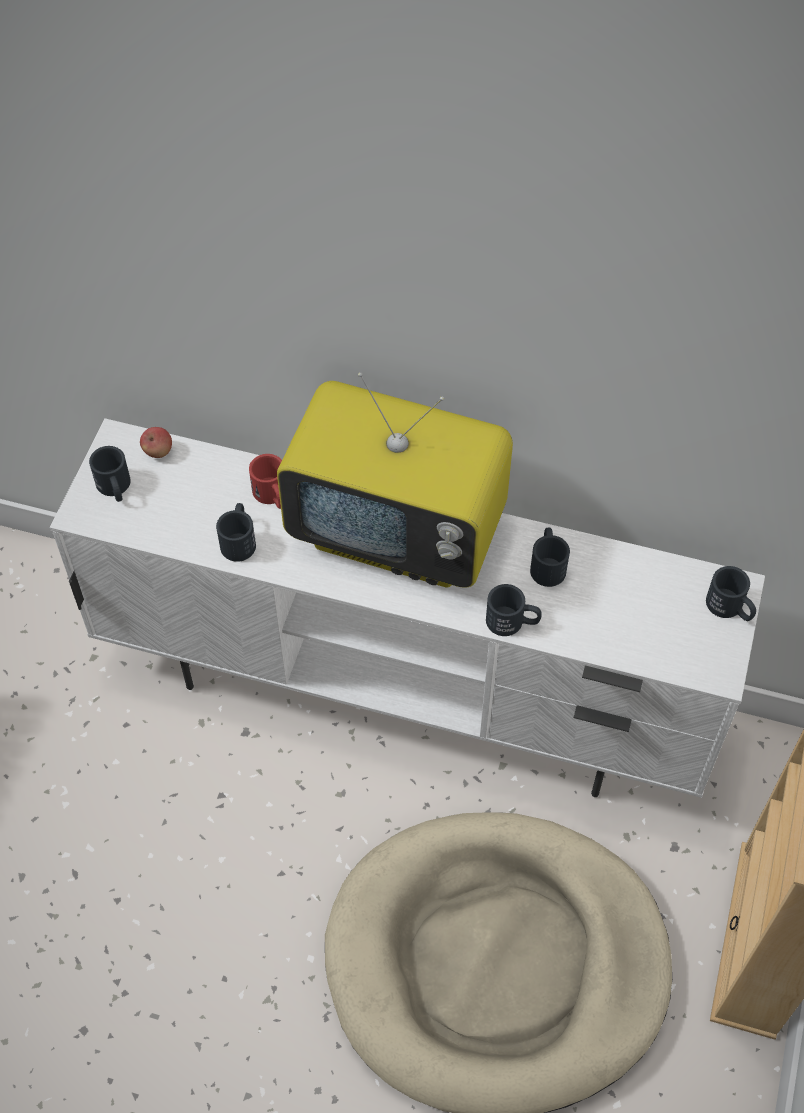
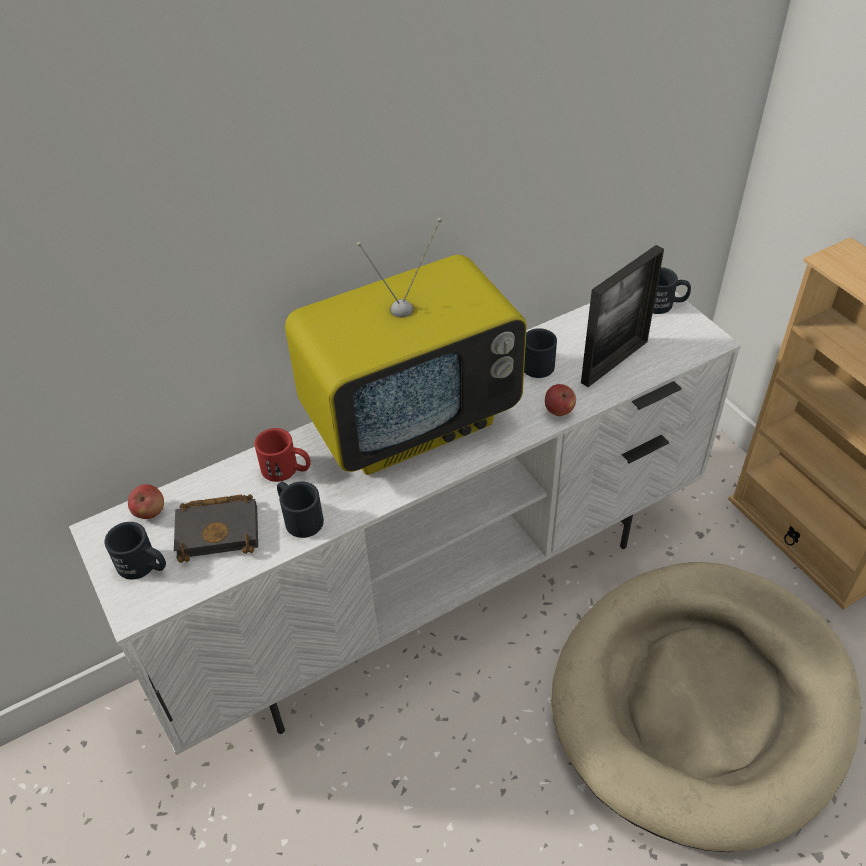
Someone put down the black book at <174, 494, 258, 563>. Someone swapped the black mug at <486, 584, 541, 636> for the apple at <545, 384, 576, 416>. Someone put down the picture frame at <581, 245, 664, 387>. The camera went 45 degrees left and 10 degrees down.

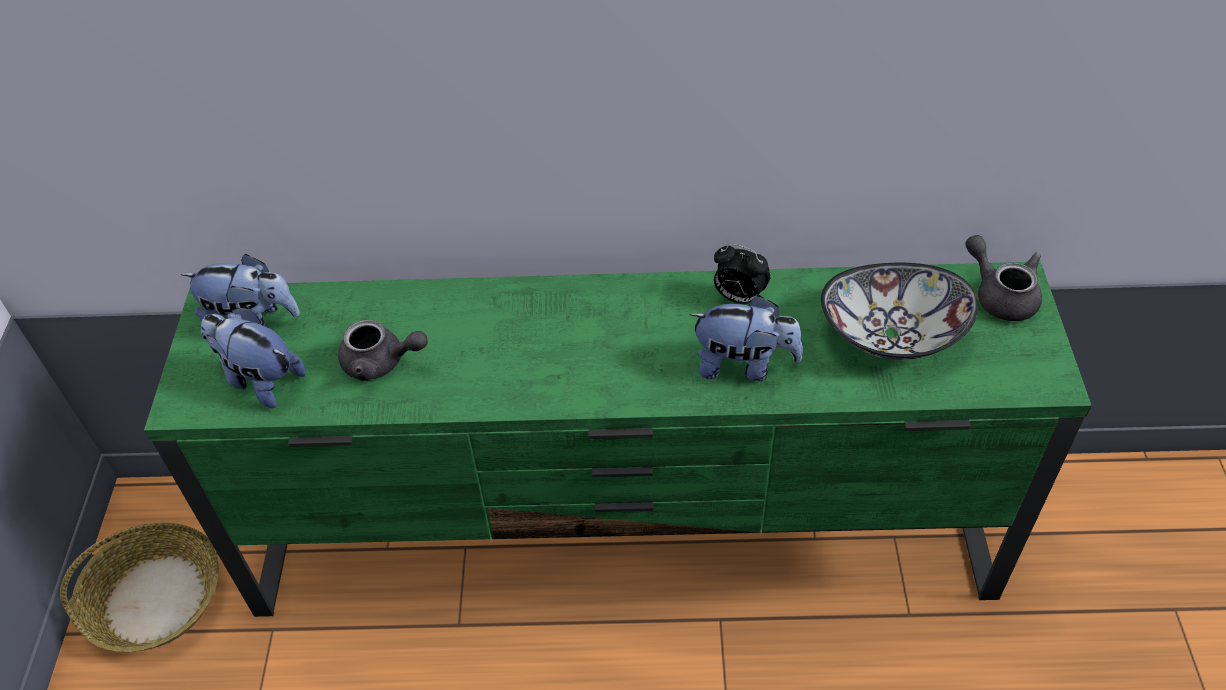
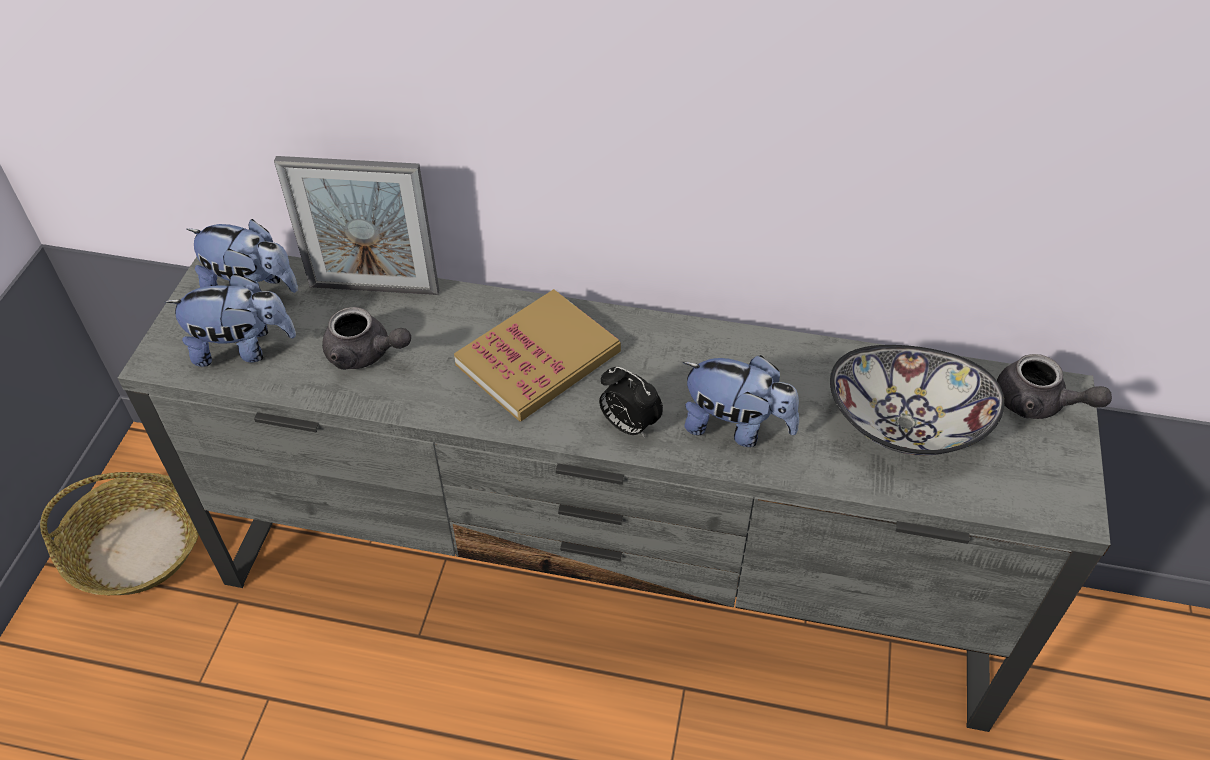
Someone repainted the green tv stand at <144, 261, 1092, 617>, which became the grey tv stand at <118, 256, 1111, 732>. Someone rotated the plush toy at <201, 307, 306, 408> by 135 degrees clockwise. Someone put down the picture frame at <274, 156, 439, 295>. Someone put down the book at <454, 289, 621, 422>. Someone carried the alarm clock from <714, 244, 771, 304> to <599, 367, 663, 438>. Someone rotated the grey teapot at <965, 235, 1042, 321> by 150 degrees clockwise. The camera went 10 degrees right and 0 degrees up.

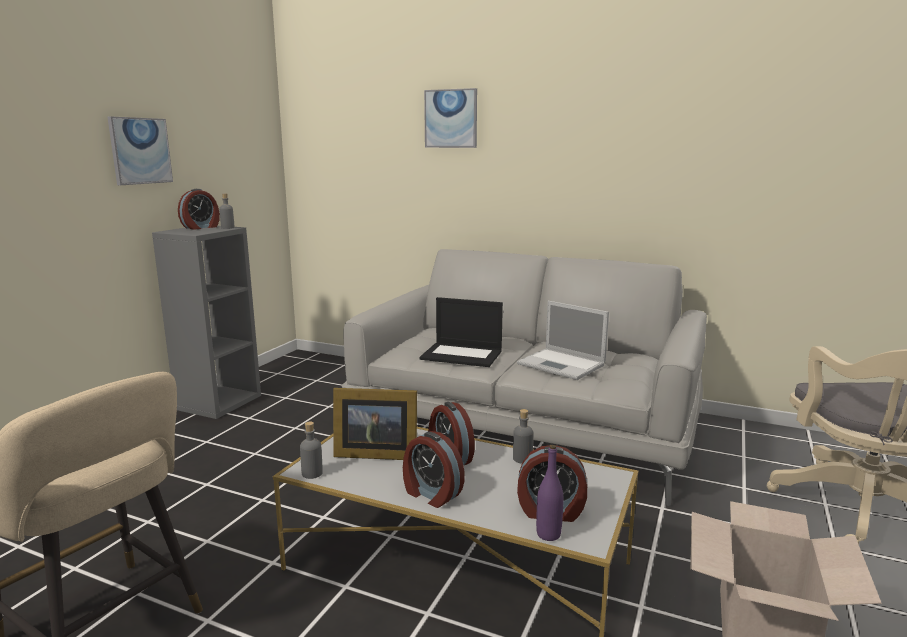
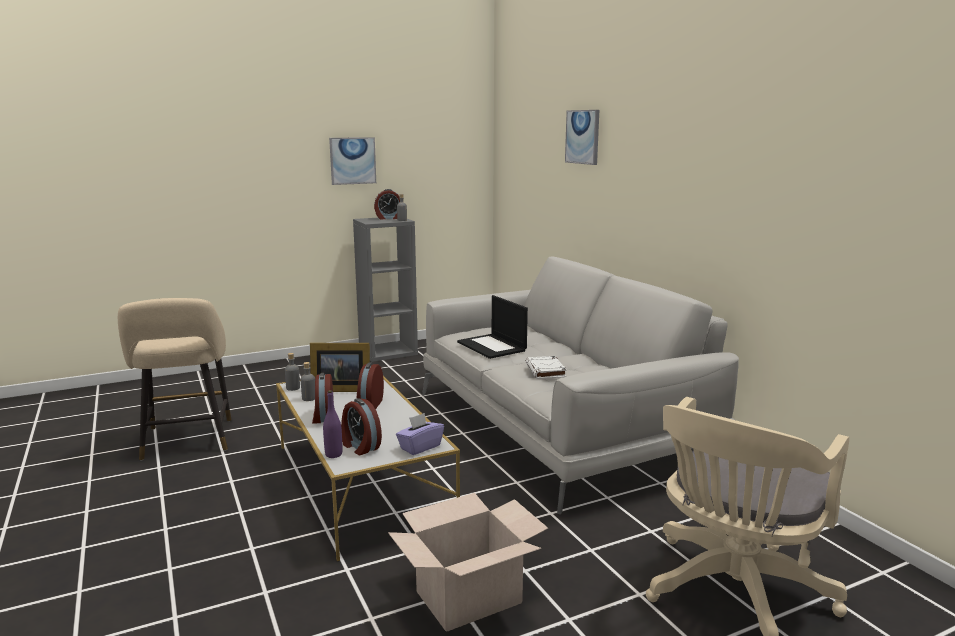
Someone carried the grey bottle from <513, 409, 533, 464> to <300, 362, 315, 401>. Someone rotated the picture frame at <333, 388, 417, 460> by 45 degrees counterclockwise. Someone put down the purple tissue box at <396, 413, 444, 455>. Someone swapped the laptop at <517, 301, 609, 380> for the white book at <526, 356, 567, 379>. The camera went 40 degrees right and 0 degrees up.

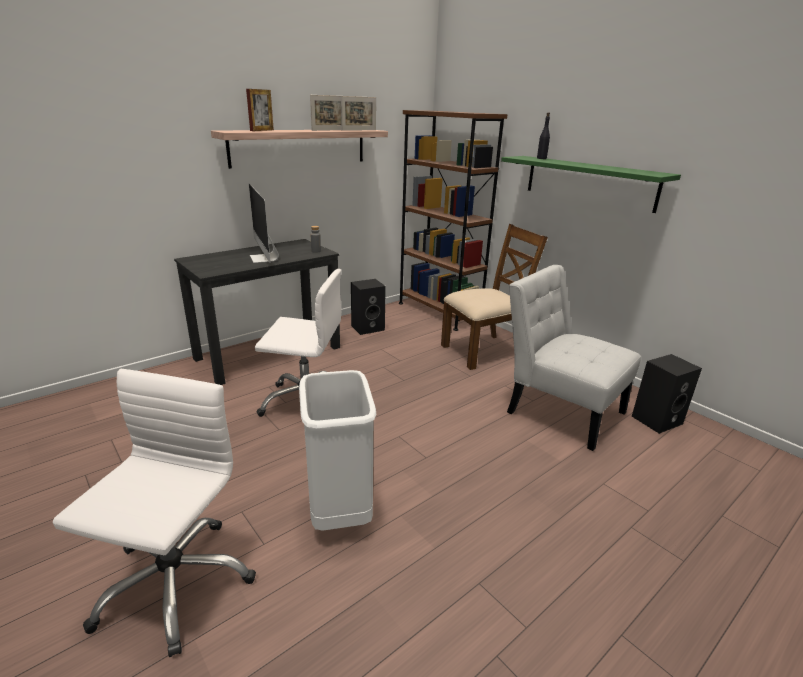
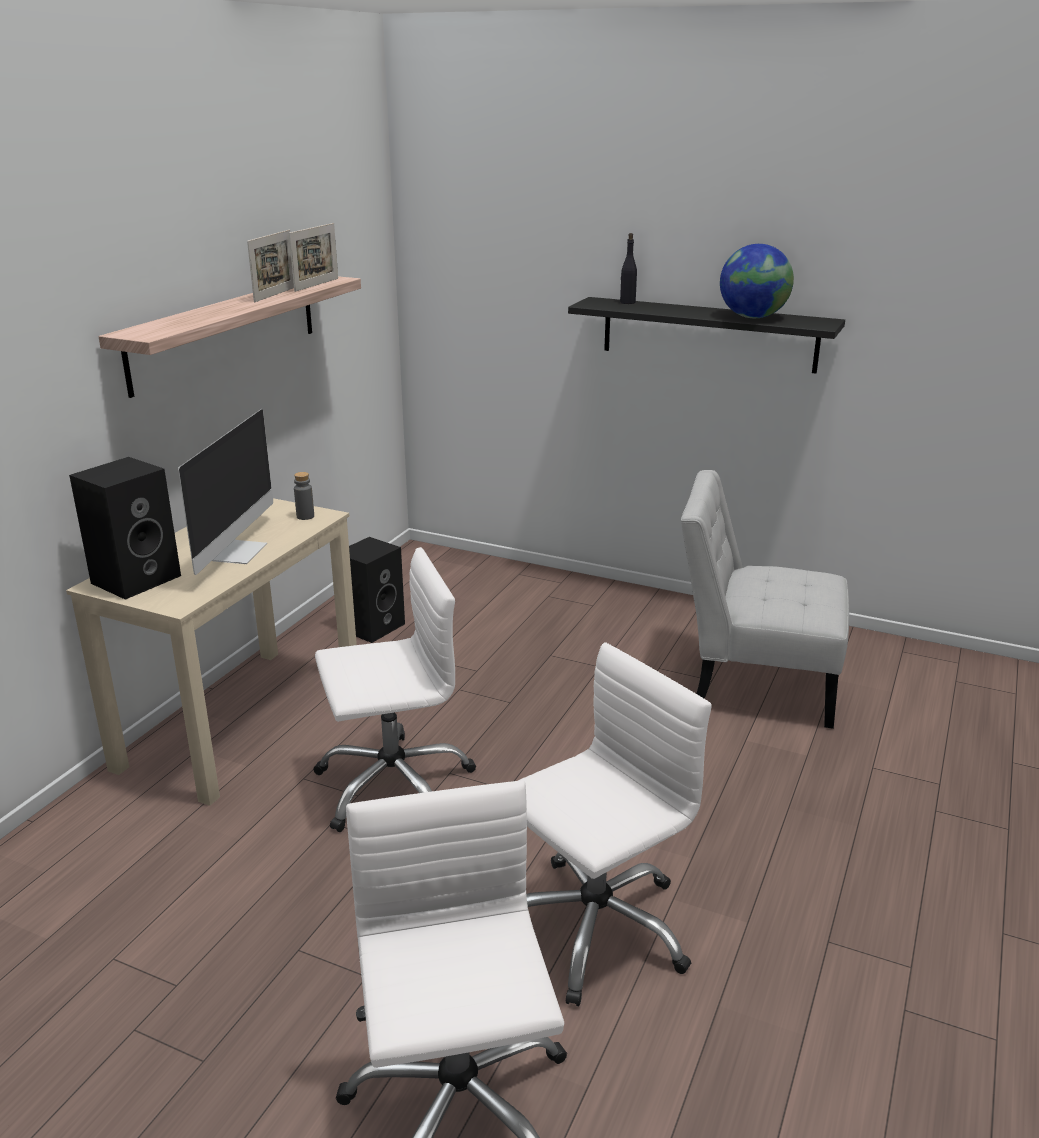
Someone repainted the black desk at <174, 239, 340, 385>, which became the beige desk at <66, 498, 357, 806>. Someone carried the black speaker from <632, 354, 702, 434> to <69, 457, 181, 600>. Someone rotated the monitor at <249, 184, 279, 263> by 120 degrees counterclockwise. Someone swapped the white trash can at <299, 370, 376, 530> for the white office chair at <518, 642, 712, 1006>. Someone repainted the green shelf at <501, 156, 681, 213>, which became the black shelf at <568, 297, 845, 373>. Someone put down the globe at <720, 244, 794, 318>. Someone took away the picture frame at <246, 89, 274, 131>. Someone took away the brown bookcase at <399, 110, 508, 331>. Someone took away the brown chair at <441, 224, 548, 370>. The camera went 25 degrees left and 0 degrees up.

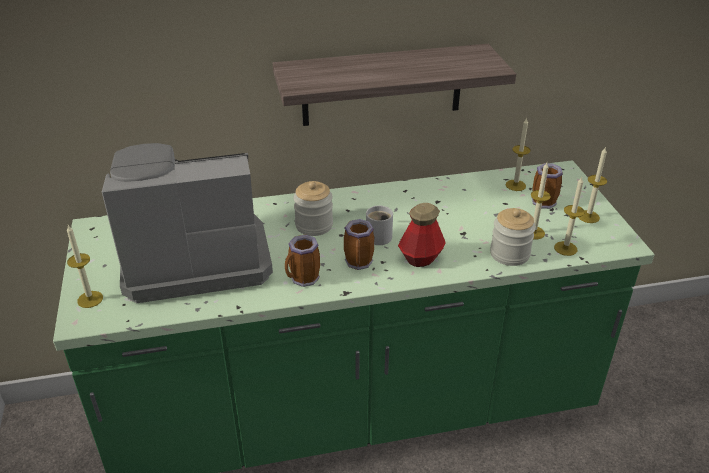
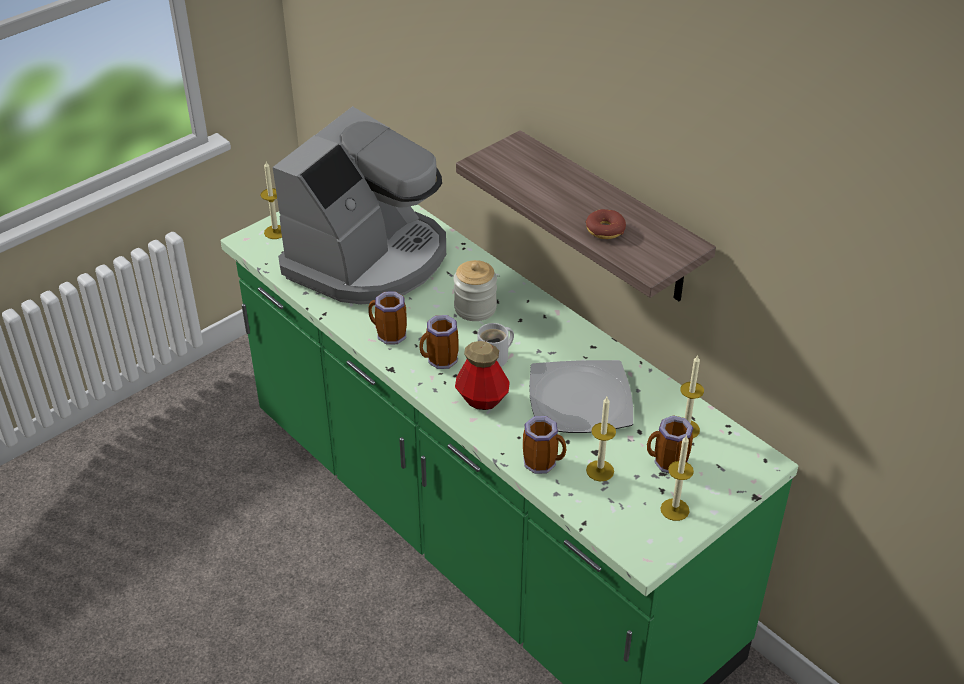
Someone rotated the coffee machine at <102, 143, 273, 303> by 75 degrees clockwise. Someone swapped the jar at <490, 208, 536, 266> for the mug at <523, 416, 566, 474>. Someone put down the plate at <529, 360, 633, 433>. Someone put down the donut at <586, 209, 626, 239>. Someone took away the candle at <554, 177, 585, 256>. The camera went 60 degrees right and 5 degrees up.

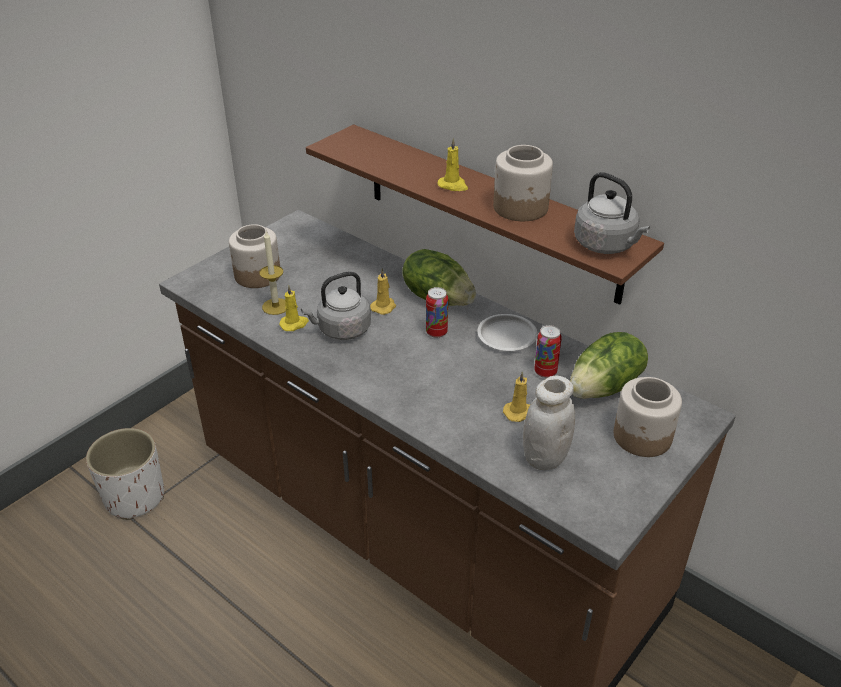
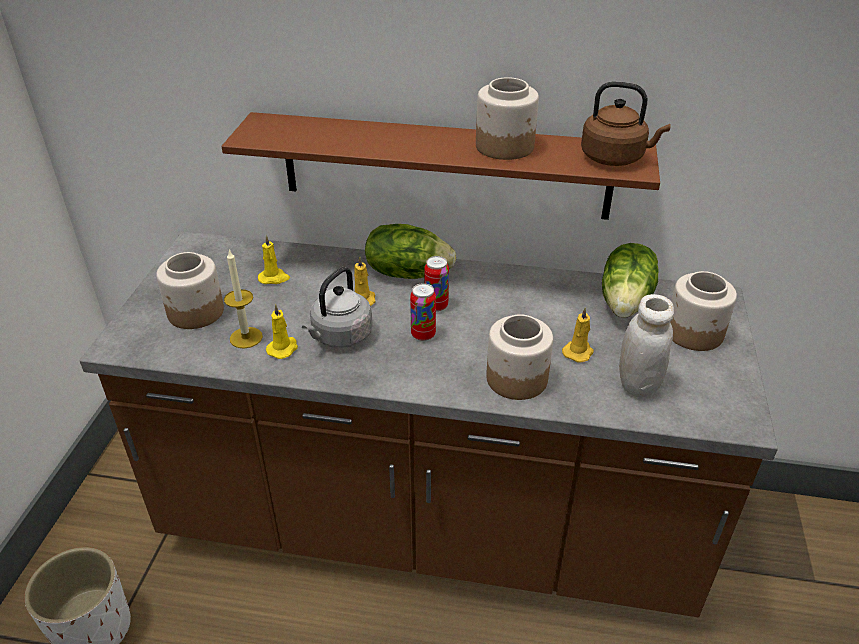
Someone carried the yellow candle from <437, 138, 468, 191> to <258, 235, 290, 284>. Someone carried the can from <534, 325, 562, 378> to <410, 283, 436, 341>. Someone put down the jar at <486, 314, 553, 400>. Someone repainted the grey kettle at <574, 172, 650, 254>, which became the brown kettle at <581, 82, 671, 166>. Someone took away the white plate at <477, 314, 538, 351>. The camera went 30 degrees left and 0 degrees up.

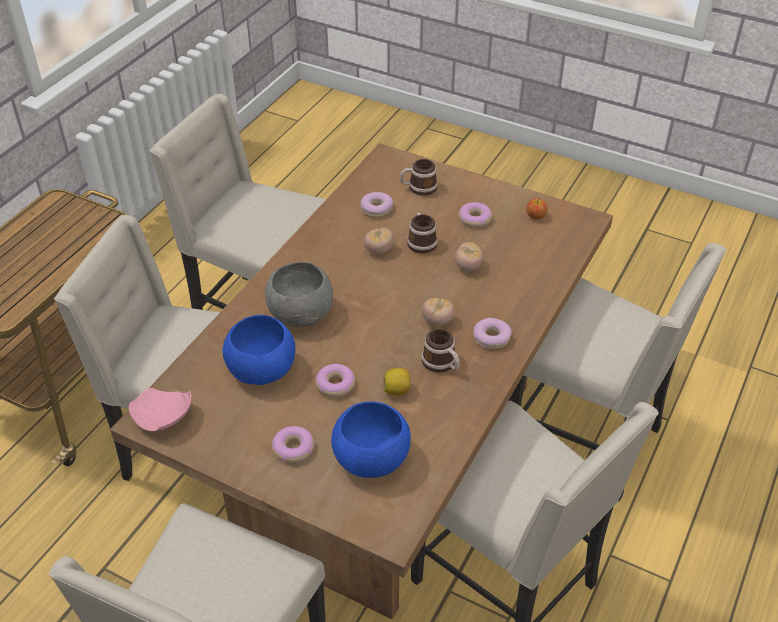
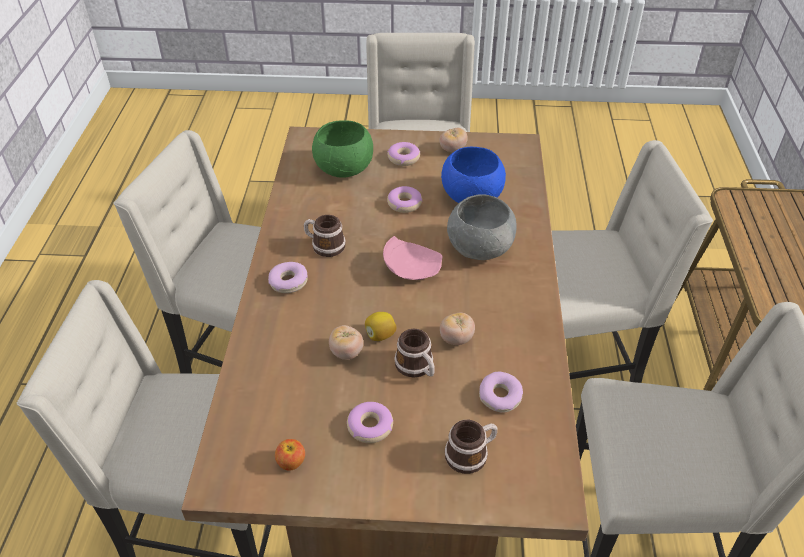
Someone repainted the blue bowl at <331, 401, 411, 478>, which became the green bowl at <312, 120, 373, 178>. Someone carried the lemon from <382, 367, 411, 396> to <365, 312, 397, 341>. Someone carried the pink plate from <129, 388, 192, 431> to <383, 236, 443, 280>. Someone carried the tomato from <422, 298, 455, 326> to <439, 128, 468, 152>. The camera went 155 degrees right and 0 degrees up.

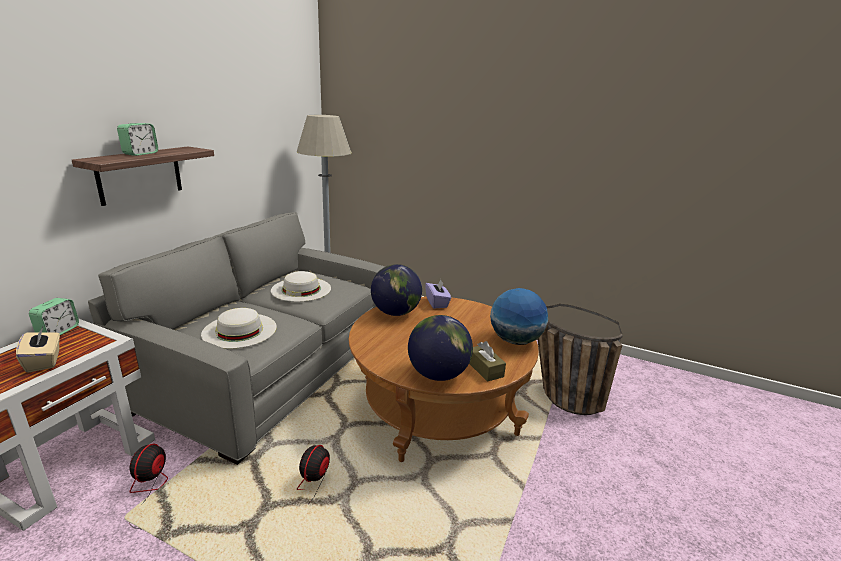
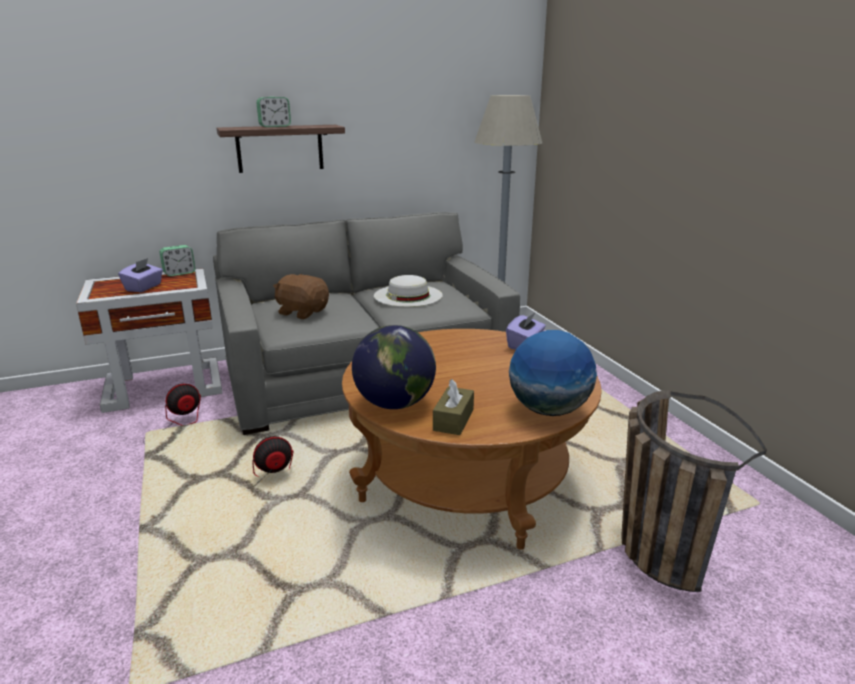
Someone repainted the beige tissue box at <16, 327, 60, 372>, which became the purple tissue box at <118, 258, 163, 292>. Someone swapped the white hat at <201, 308, 277, 349> for the brown plush toy at <273, 274, 329, 319>. Someone took away the globe at <371, 264, 422, 316>. The camera went 45 degrees right and 0 degrees up.

